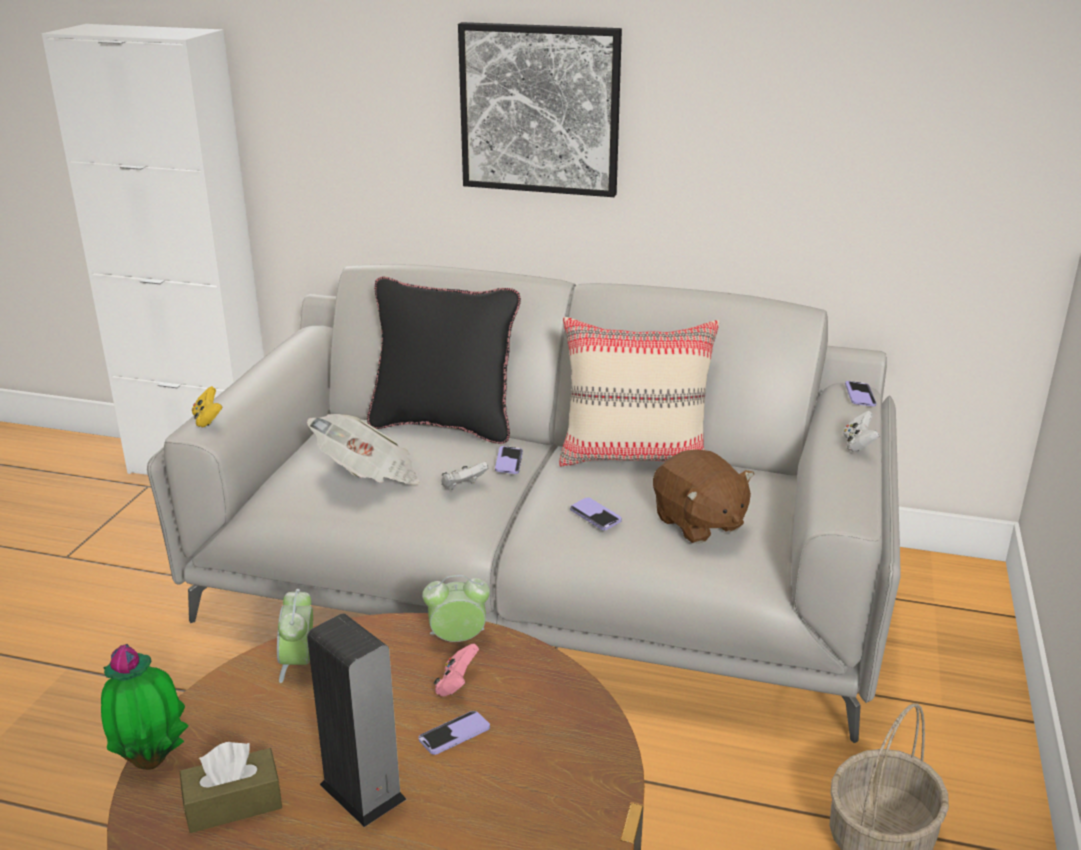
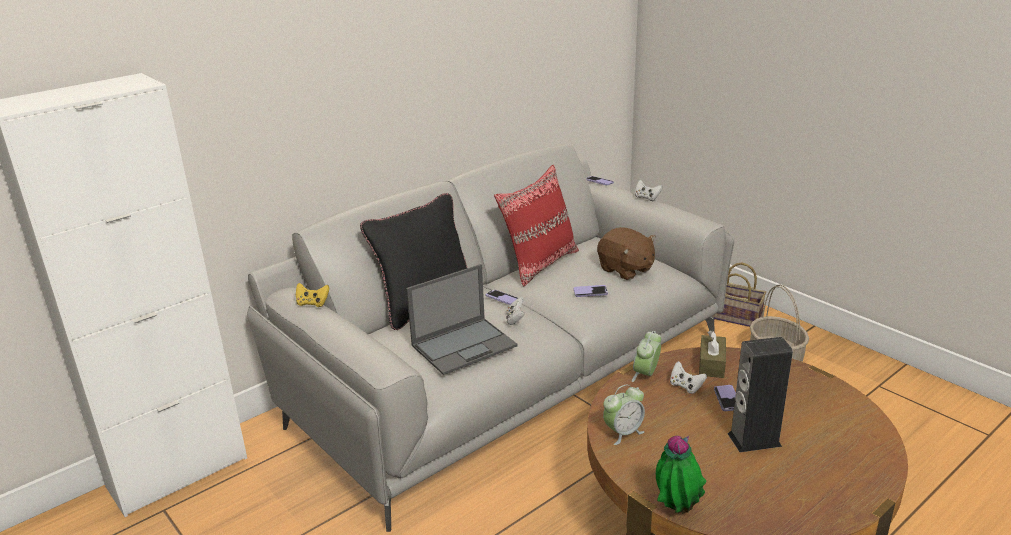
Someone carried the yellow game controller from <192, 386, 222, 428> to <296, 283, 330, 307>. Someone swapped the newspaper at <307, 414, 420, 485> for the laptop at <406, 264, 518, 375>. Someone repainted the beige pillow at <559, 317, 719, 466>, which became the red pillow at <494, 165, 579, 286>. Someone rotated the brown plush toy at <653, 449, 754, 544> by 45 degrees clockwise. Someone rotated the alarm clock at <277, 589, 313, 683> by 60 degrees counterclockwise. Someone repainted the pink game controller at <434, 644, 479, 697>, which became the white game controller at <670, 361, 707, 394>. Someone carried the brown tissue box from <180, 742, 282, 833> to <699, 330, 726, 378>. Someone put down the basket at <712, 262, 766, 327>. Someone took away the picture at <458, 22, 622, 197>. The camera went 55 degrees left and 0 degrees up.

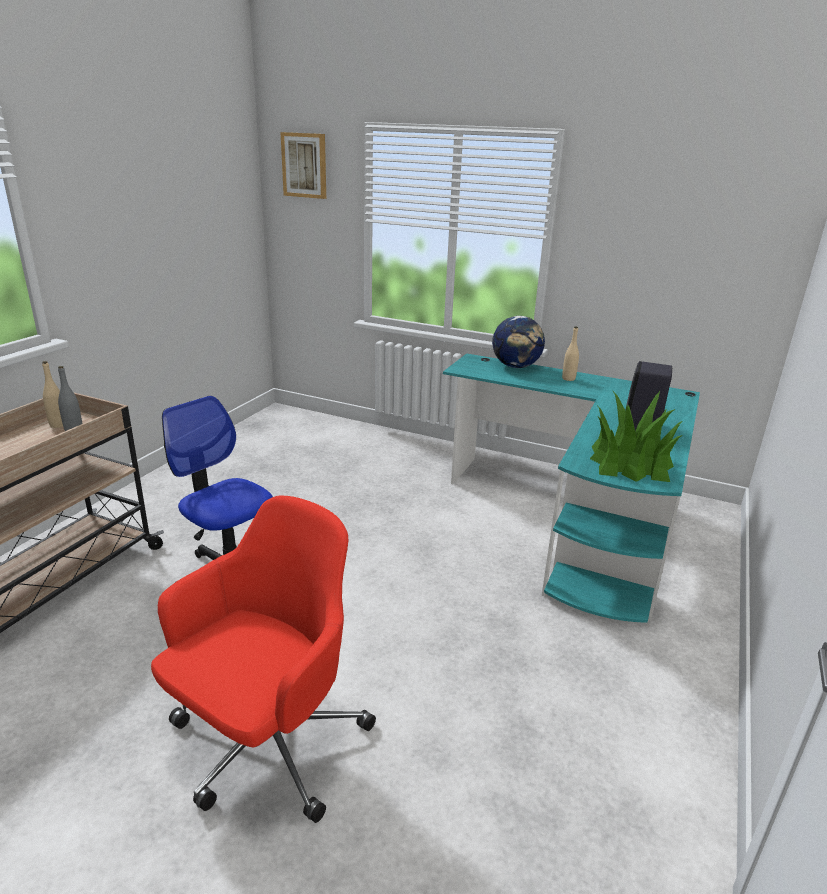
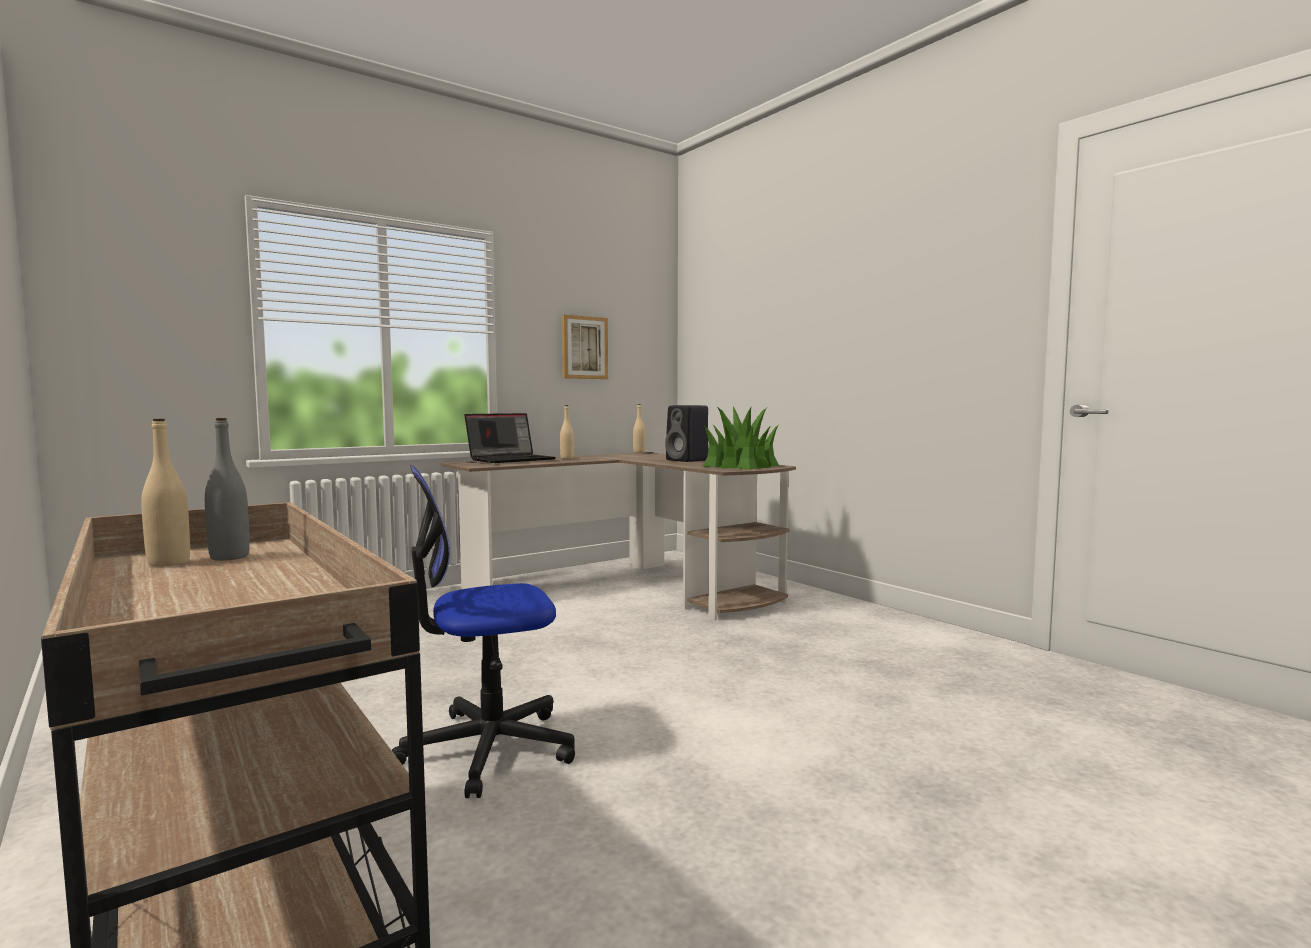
Someone repainted the turquoise desk at <443, 353, 700, 627>, which became the brown desk at <441, 452, 796, 620>. Someone swapped the globe at <492, 316, 545, 368> for the laptop at <465, 413, 556, 463>. Someone carried the picture from <280, 132, 326, 199> to <562, 315, 608, 379>. Someone put down the beige bottle at <633, 404, 646, 453>. Someone took away the red office chair at <151, 496, 376, 823>. The camera went 60 degrees left and 20 degrees down.

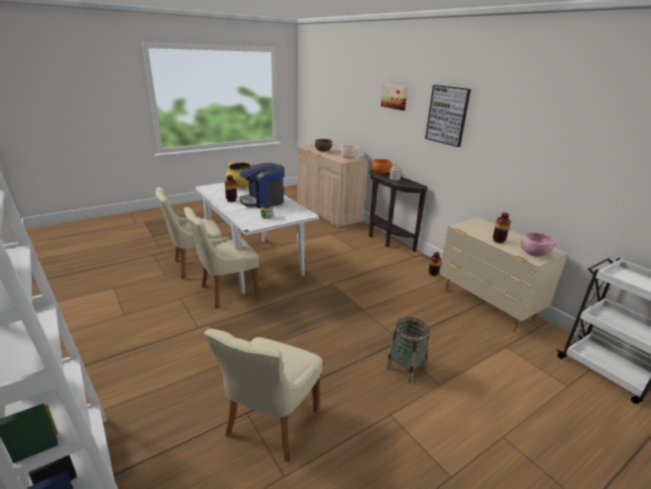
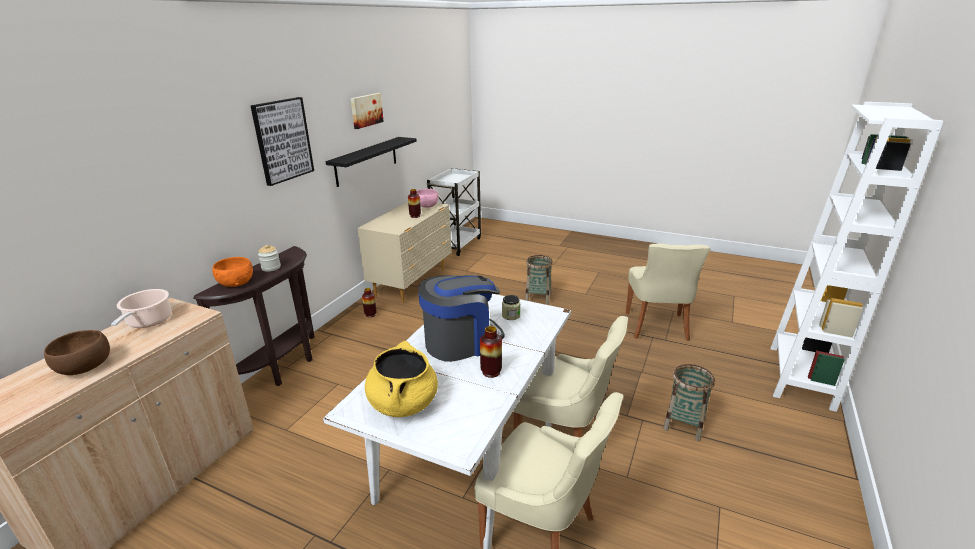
Someone put up the black shelf at <326, 137, 417, 187>. Someone carried the picture from <381, 84, 408, 111> to <351, 93, 384, 129>. Someone rotated the coffee machine at <239, 163, 284, 208> by 60 degrees counterclockwise. Someone rotated the beige chair at <204, 329, 323, 462> by 105 degrees clockwise. Someone put down the basket at <663, 364, 715, 441>. The camera went 120 degrees left and 0 degrees up.

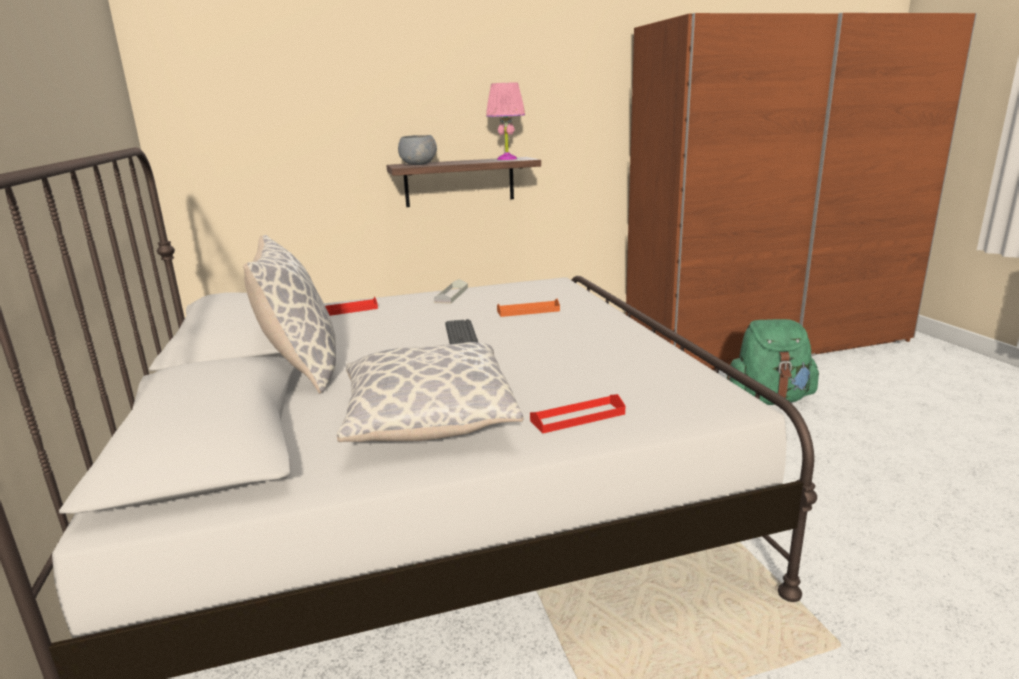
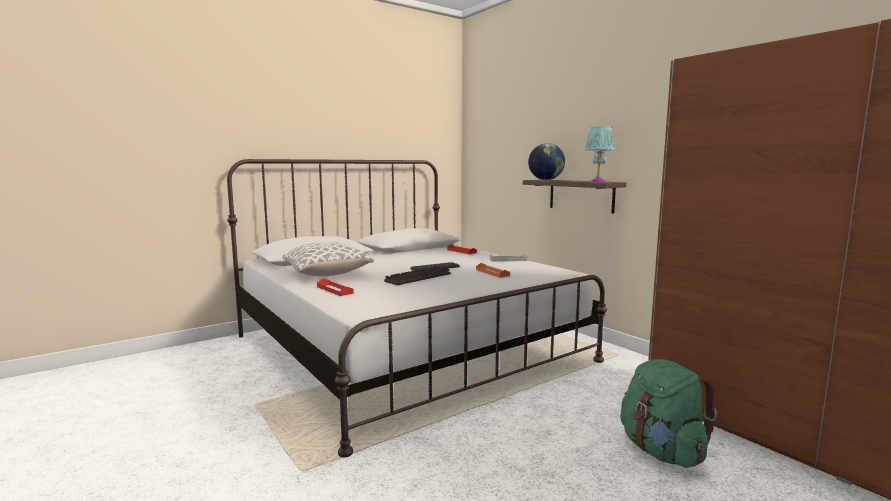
Someone put down the keyboard at <384, 266, 451, 285>. Someone swapped the grey bowl at <398, 135, 437, 165> for the globe at <528, 143, 565, 180>. Someone repainted the pink table lamp at <486, 83, 525, 160>, which became the turquoise table lamp at <585, 126, 615, 182>. Someone took away the pillow at <243, 235, 336, 393>. The camera went 70 degrees right and 10 degrees down.

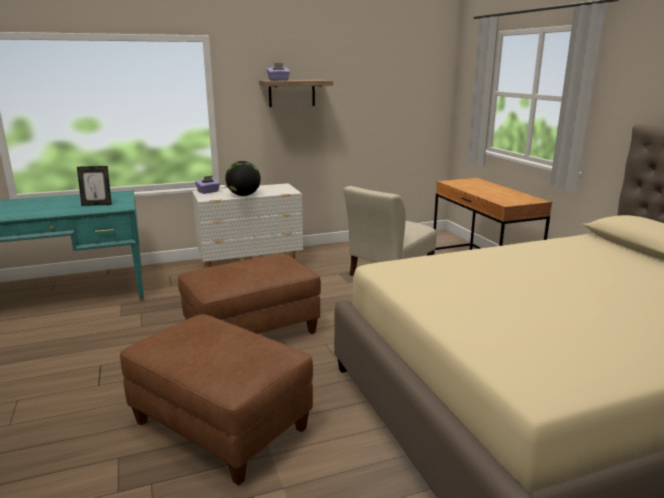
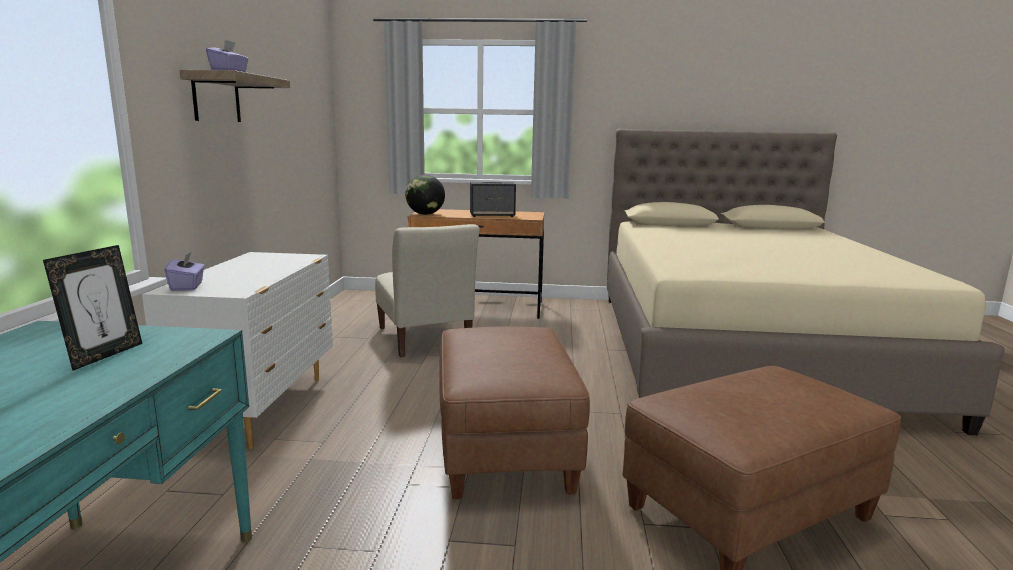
Someone carried the globe from <225, 161, 261, 196> to <405, 175, 445, 215>. Someone put down the speaker at <470, 182, 516, 217>. The camera went 65 degrees left and 5 degrees down.

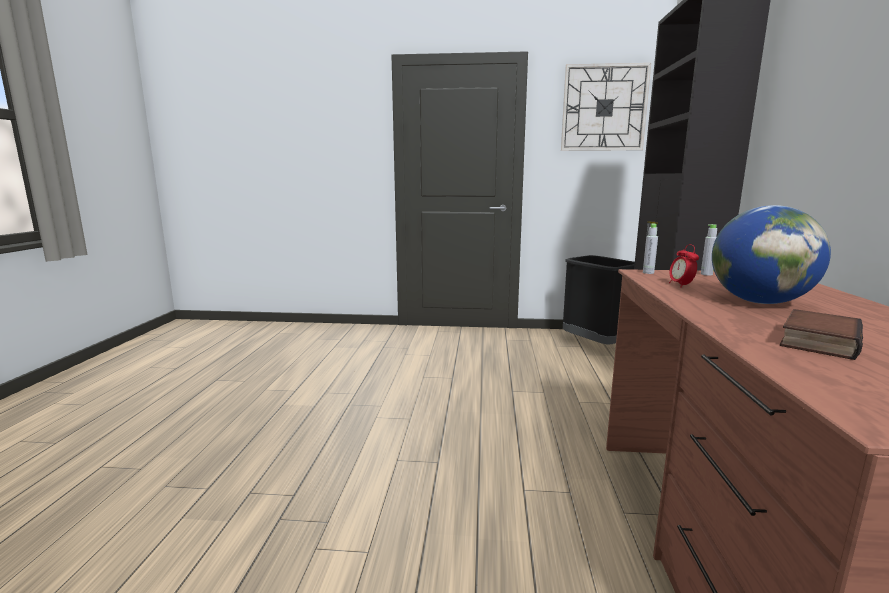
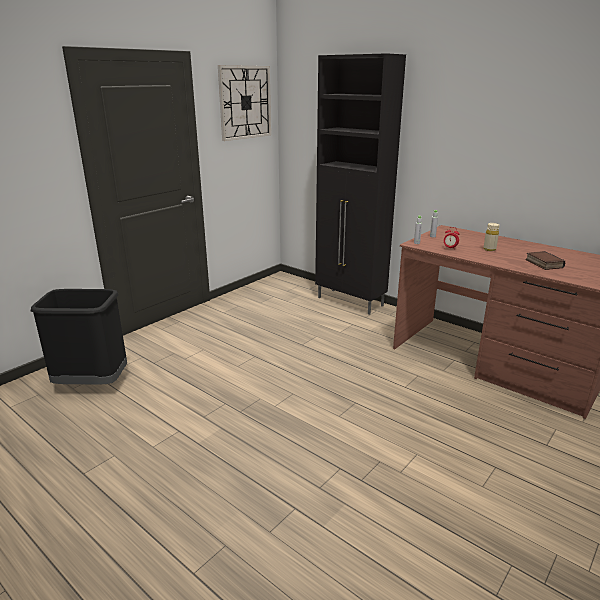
Someone carried the black trash can from <563, 255, 635, 345> to <30, 289, 127, 384>. Someone swapped the globe at <712, 205, 831, 304> for the beige bottle at <483, 223, 499, 251>. The camera went 55 degrees left and 10 degrees up.

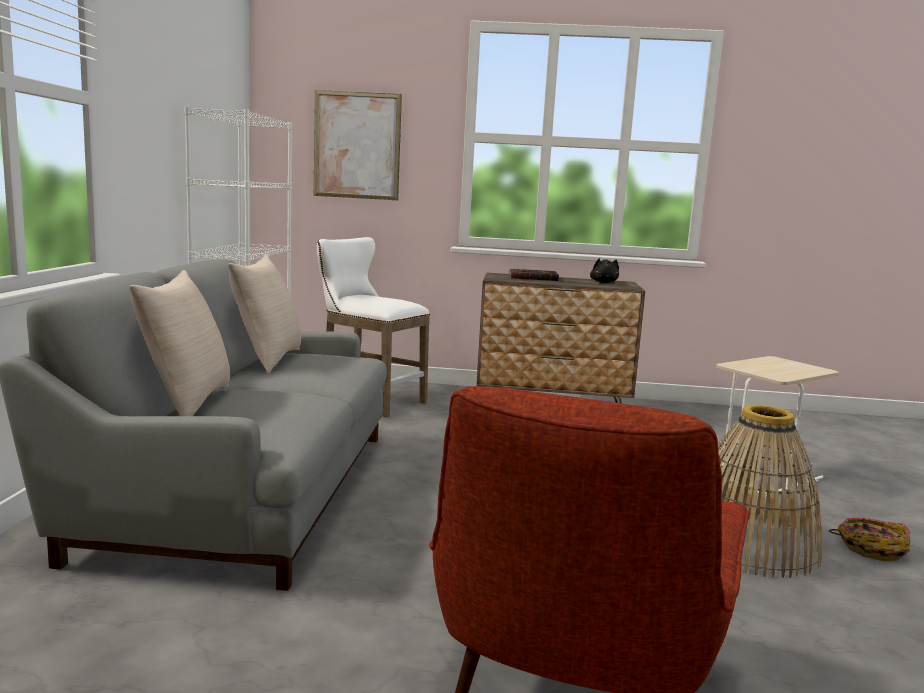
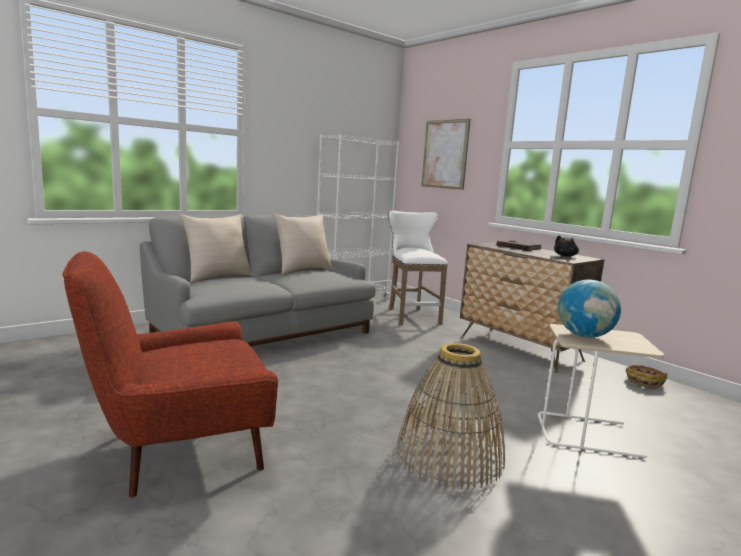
Someone put down the globe at <558, 280, 621, 338>. Someone carried the basket from <828, 517, 910, 561> to <625, 365, 667, 388>. The camera went 45 degrees right and 0 degrees up.

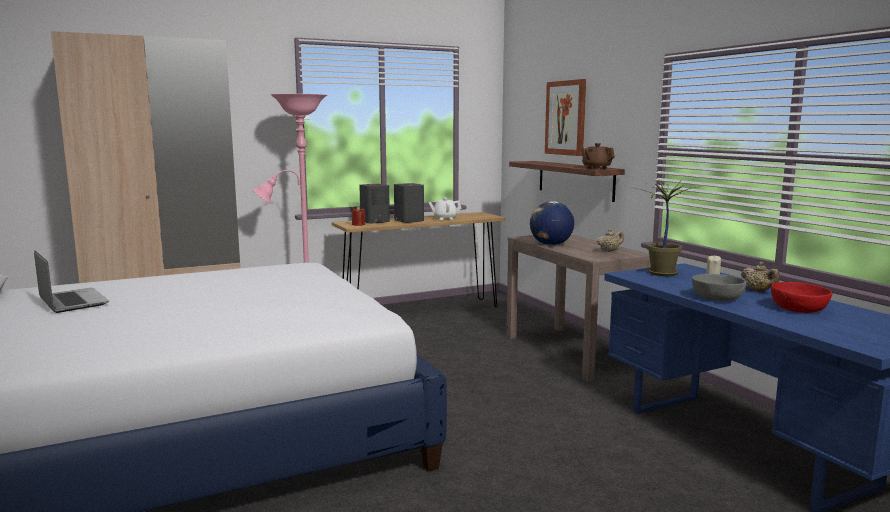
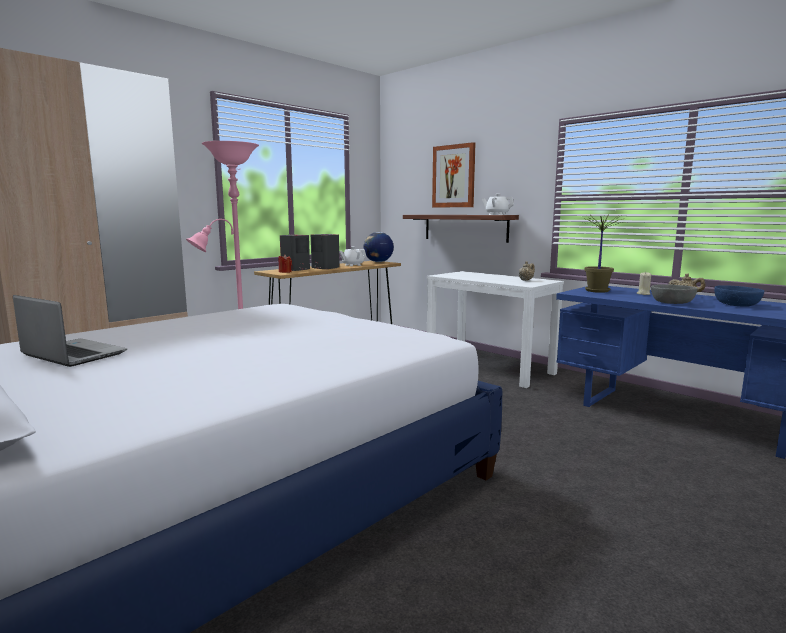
Someone carried the globe from <530, 201, 574, 245> to <364, 232, 394, 262>. Someone repainted the brown console table at <506, 235, 651, 381>, which became the white console table at <427, 271, 564, 388>. Someone repainted the brown teapot at <580, 143, 615, 169>, which became the white teapot at <482, 194, 514, 215>. Someone repainted the red bowl at <771, 282, 833, 313>, which became the blue bowl at <714, 285, 764, 307>. The camera went 20 degrees left and 0 degrees up.

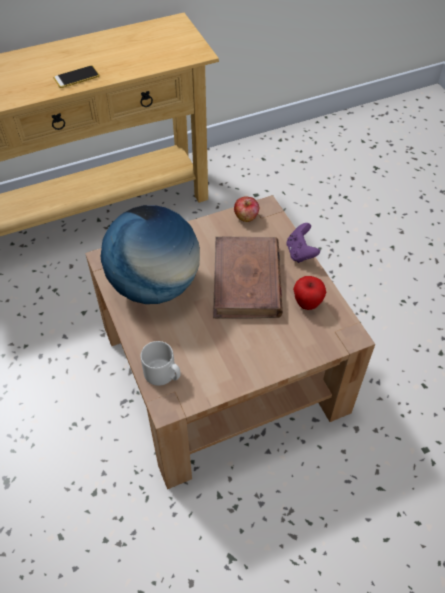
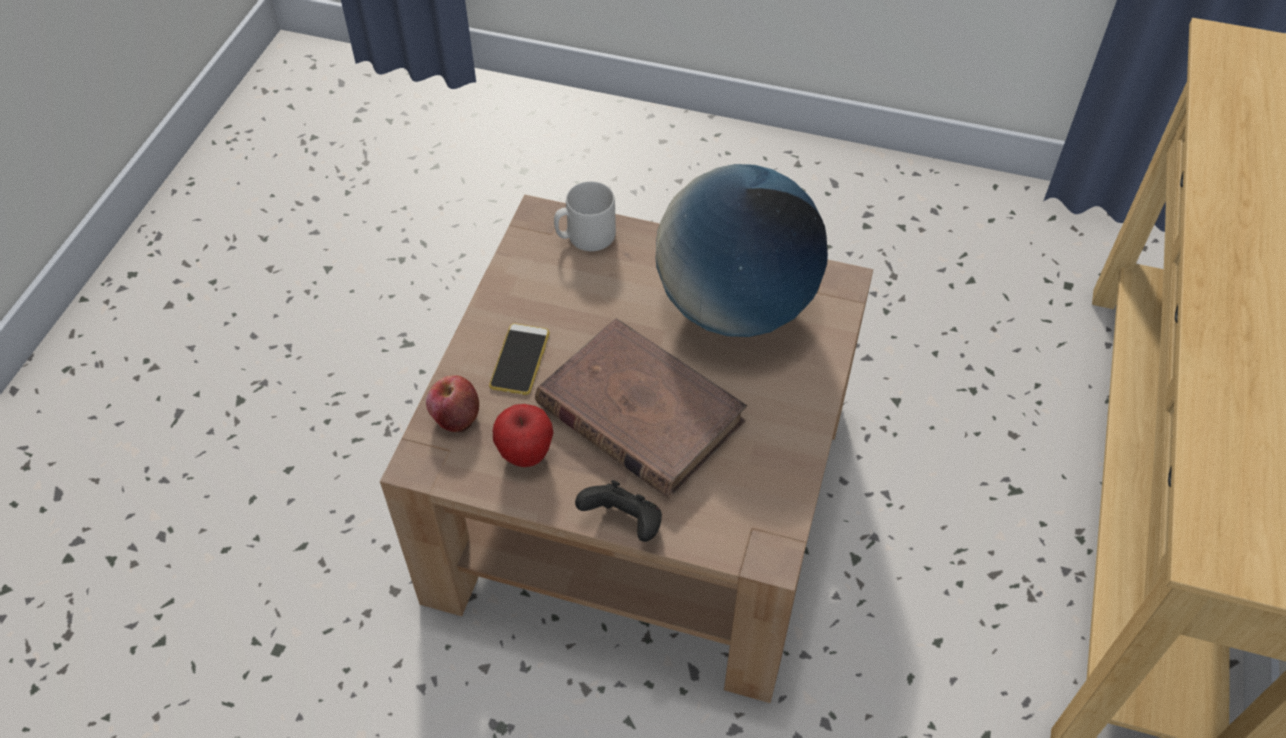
Someone carried the apple from <234, 196, 259, 222> to <426, 375, 479, 432>. Someone carried the phone from <54, 65, 99, 88> to <489, 323, 550, 395>. Someone repainted the purple game controller at <287, 223, 320, 263>, which became the black game controller at <575, 480, 662, 542>. The camera went 130 degrees right and 0 degrees up.

